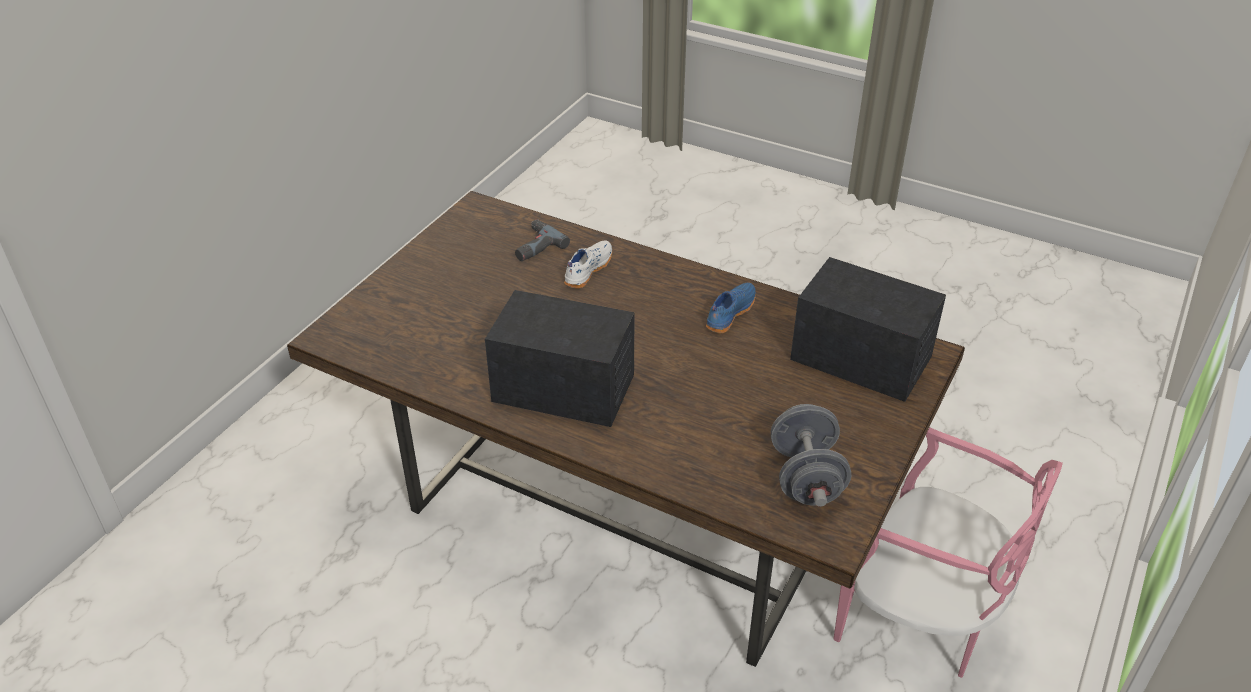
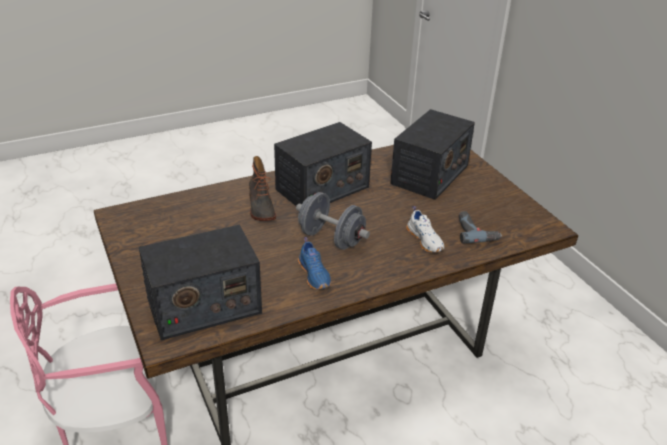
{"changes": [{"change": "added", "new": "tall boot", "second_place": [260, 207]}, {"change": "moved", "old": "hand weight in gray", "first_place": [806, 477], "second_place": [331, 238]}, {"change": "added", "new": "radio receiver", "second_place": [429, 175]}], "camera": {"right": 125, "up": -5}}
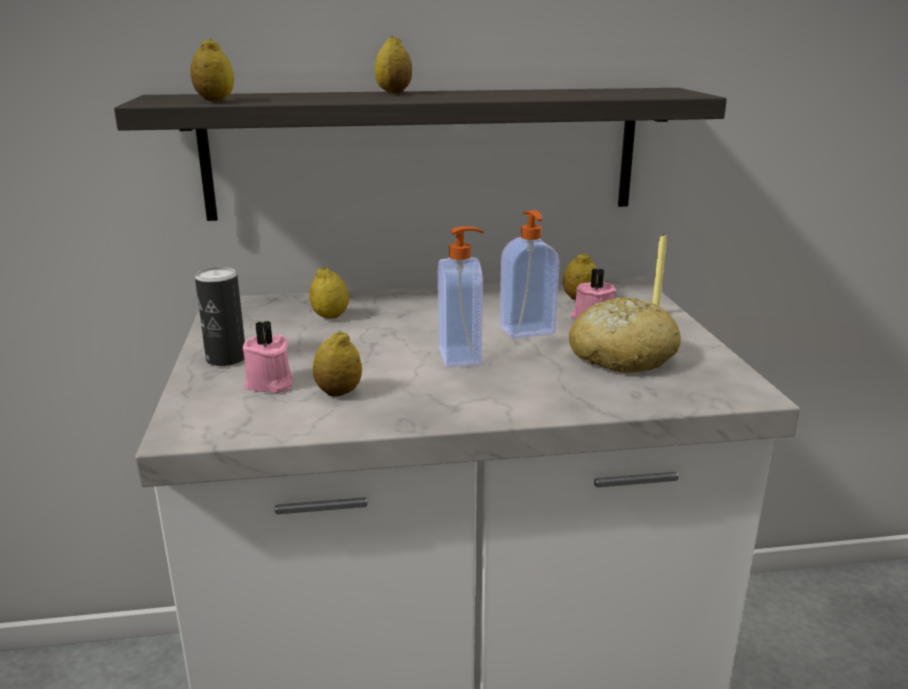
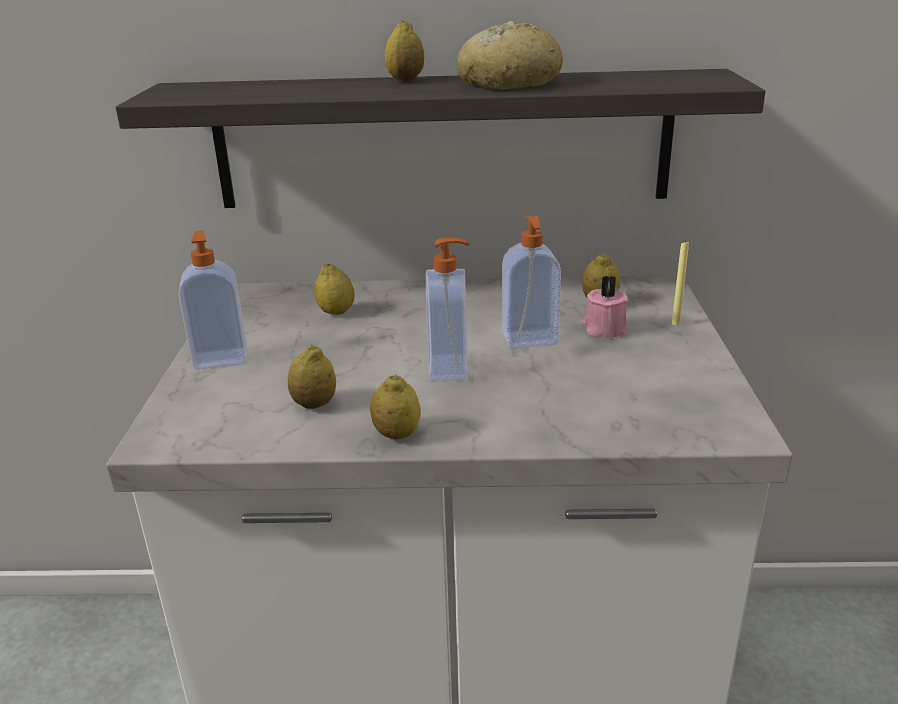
{"changes": [{"change": "replaced", "old": "can", "new": "soap bottle", "first_place": [226, 359], "second_place": [221, 358]}, {"change": "moved", "old": "citrus fruit", "first_place": [215, 100], "second_place": [397, 434]}, {"change": "moved", "old": "baked bread", "first_place": [621, 356], "second_place": [508, 83]}, {"change": "removed", "old": "candle in pink", "first_place": [269, 384]}], "camera": {"right": 10, "up": 5}}
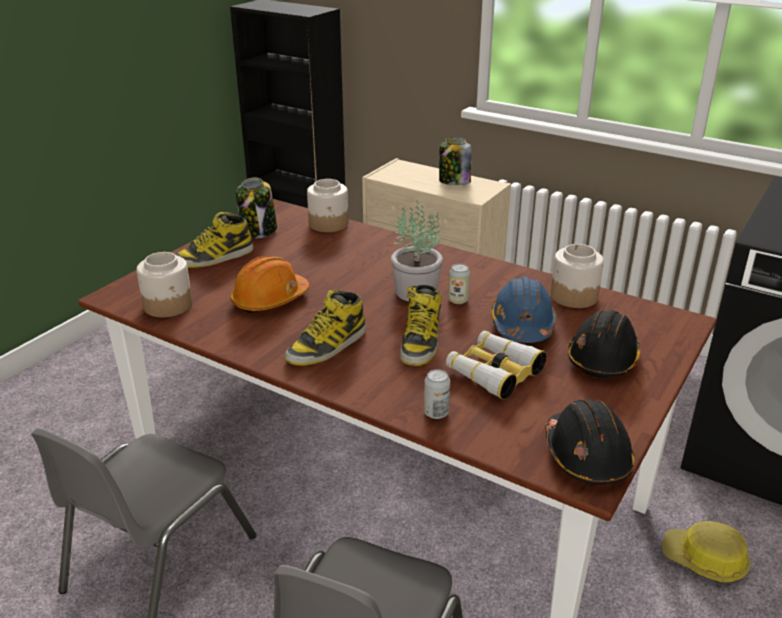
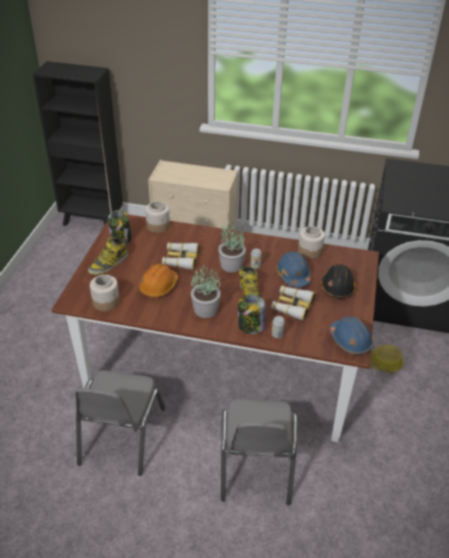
{"changes": [{"change": "added", "new": "field glasses", "second_place": [181, 259]}, {"change": "replaced", "old": "tall boot", "new": "potted plant", "first_place": [327, 346], "second_place": [206, 309]}, {"change": "moved", "old": "preserve jar", "first_place": [454, 181], "second_place": [251, 326]}, {"change": "recoloured", "old": "work helmet in black", "new": "work helmet in blue", "first_place": [586, 456], "second_place": [350, 341]}], "camera": {"right": -20, "up": 10}}
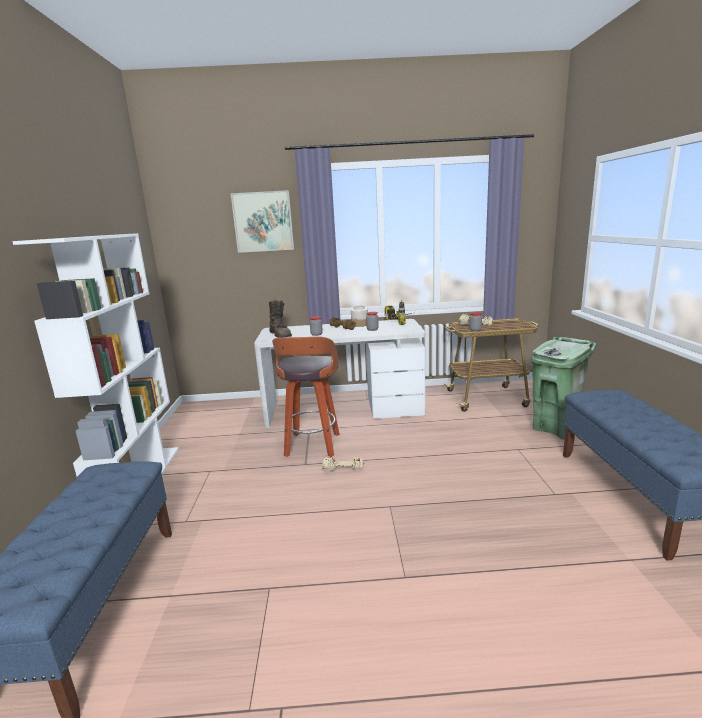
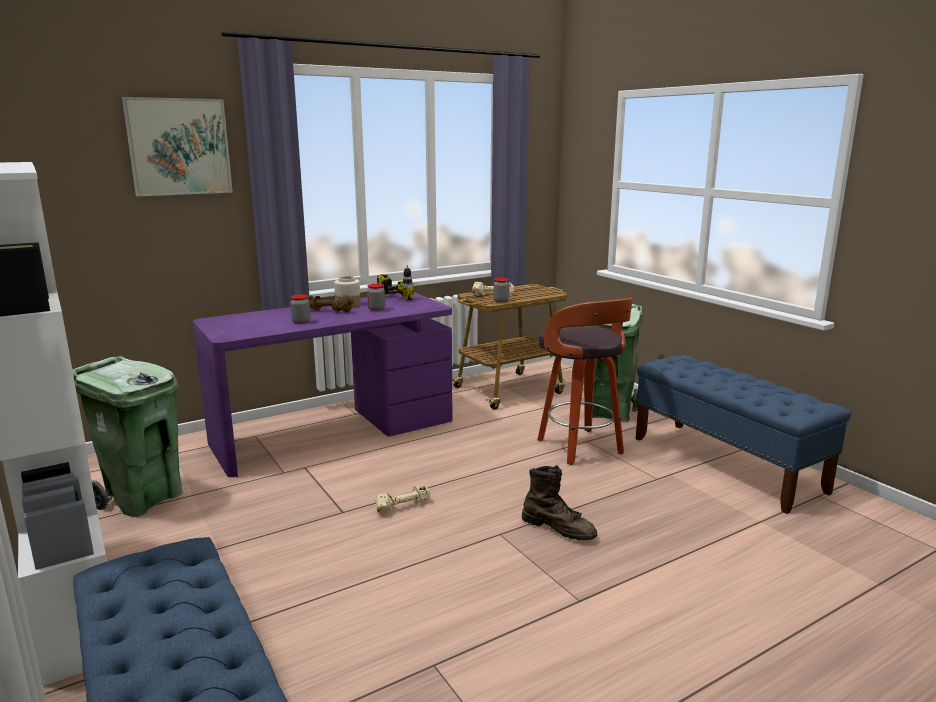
{"changes": [{"change": "added", "new": "trash can in green-coloured", "second_place": [142, 498]}, {"change": "recoloured", "old": "desk in white", "new": "desk in purple-coloured", "first_place": [344, 409], "second_place": [334, 432]}, {"change": "moved", "old": "tall boot in brown", "first_place": [280, 335], "second_place": [559, 528]}, {"change": "moved", "old": "stool", "first_place": [312, 446], "second_place": [581, 448]}], "camera": {"right": -30, "up": 0}}
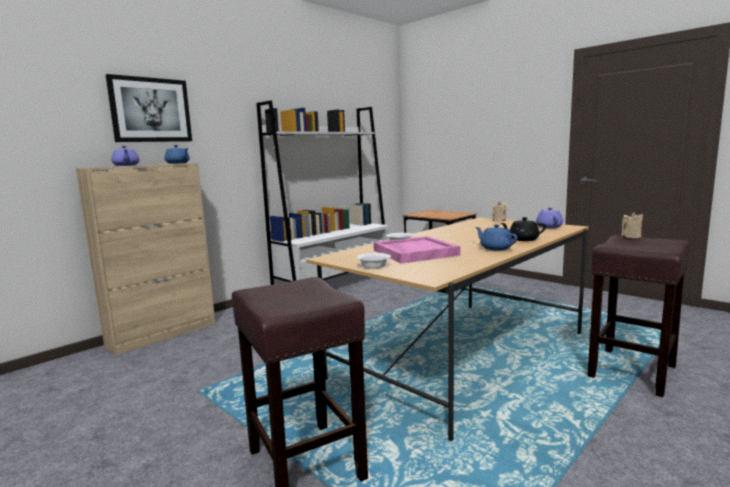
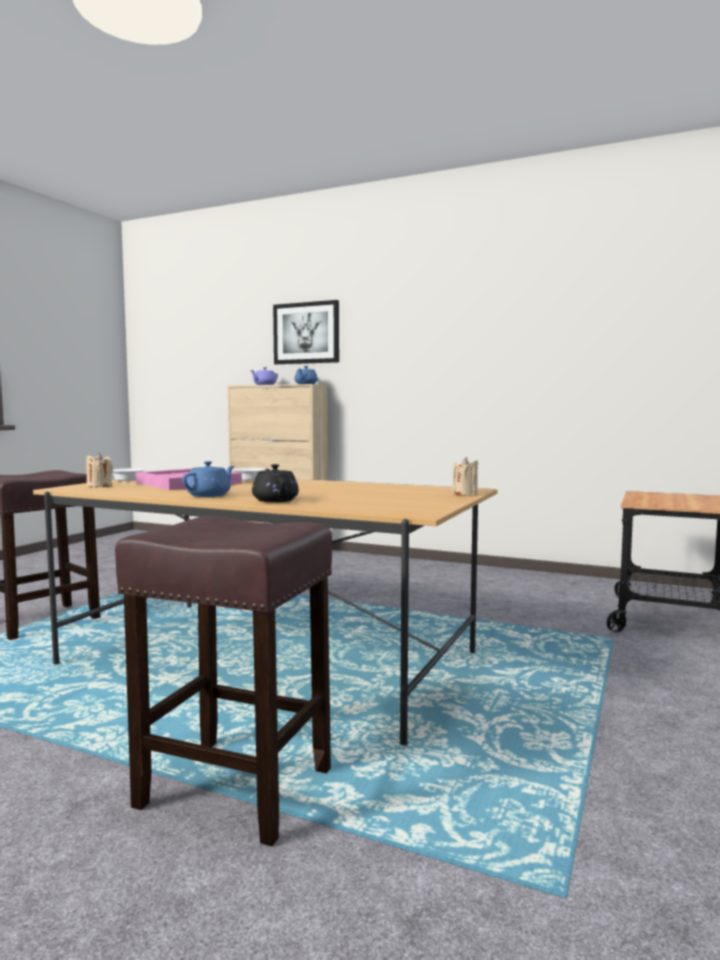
{"changes": [{"change": "moved", "old": "candle in beige", "first_place": [631, 237], "second_place": [99, 486]}, {"change": "removed", "old": "bookcase in white", "first_place": [335, 285]}, {"change": "removed", "old": "tea pot in purple-coloured", "first_place": [548, 226]}], "camera": {"right": 70, "up": -5}}
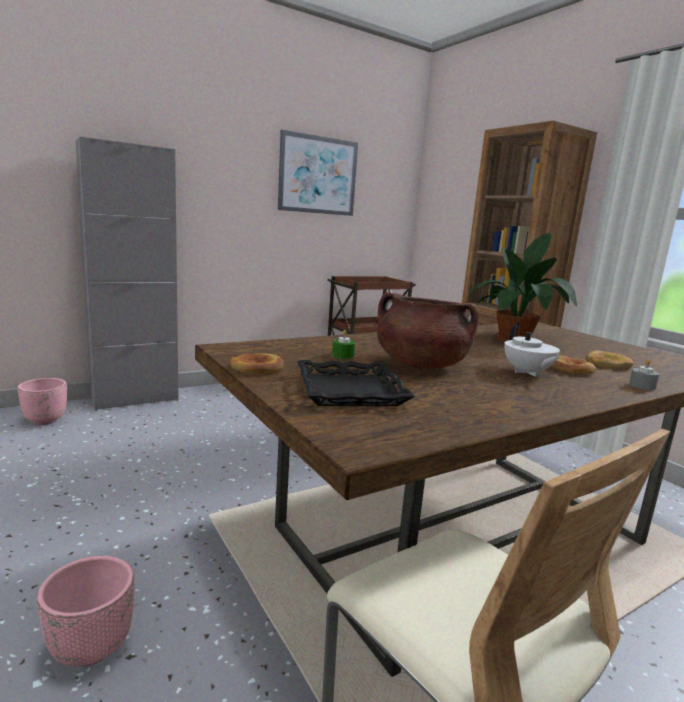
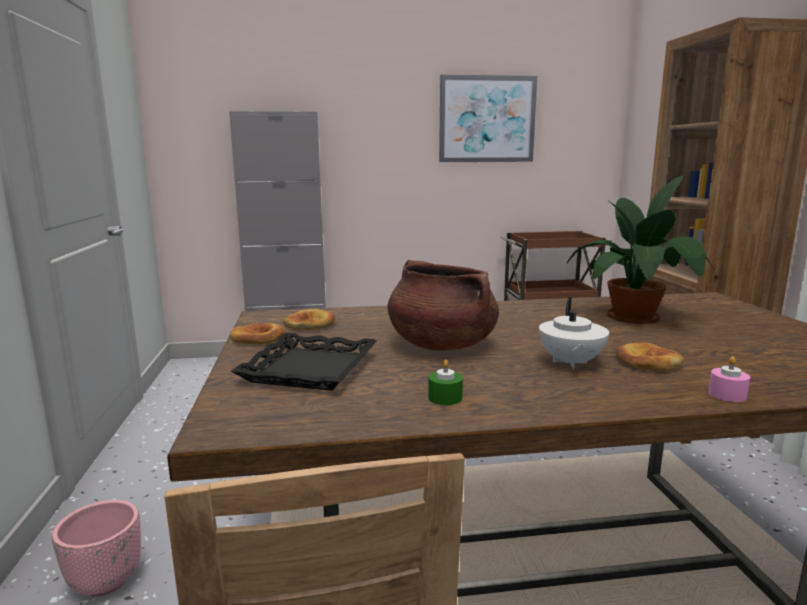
{"changes": [{"change": "moved", "old": "baked bread", "first_place": [608, 363], "second_place": [310, 324]}, {"change": "moved", "old": "candle in green-coloured", "first_place": [342, 355], "second_place": [445, 398]}, {"change": "recoloured", "old": "candle in gray", "new": "candle in pink", "first_place": [642, 386], "second_place": [727, 394]}, {"change": "removed", "old": "flower pot in pink", "first_place": [45, 420]}], "camera": {"right": 25, "up": 0}}
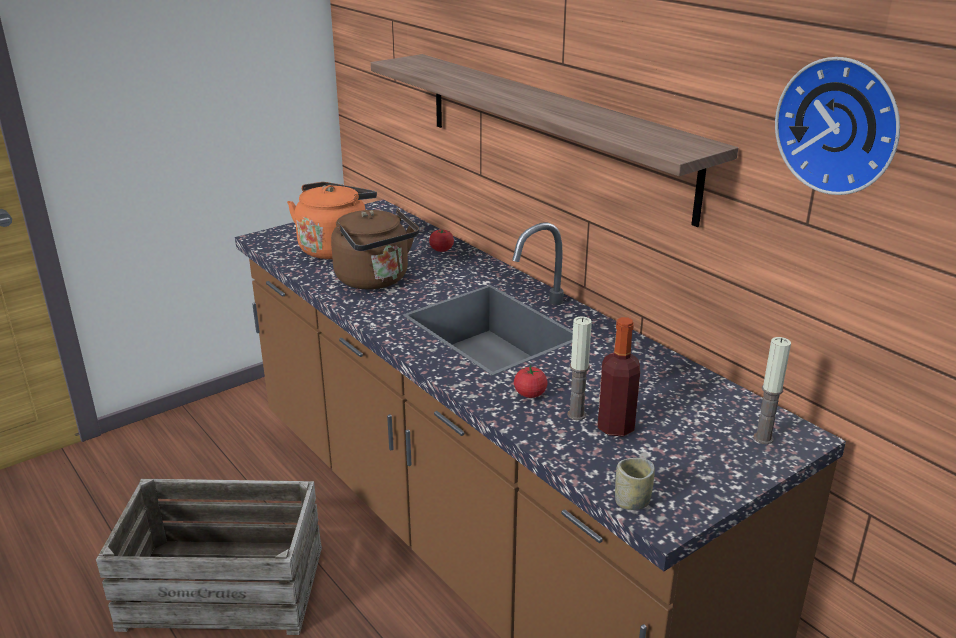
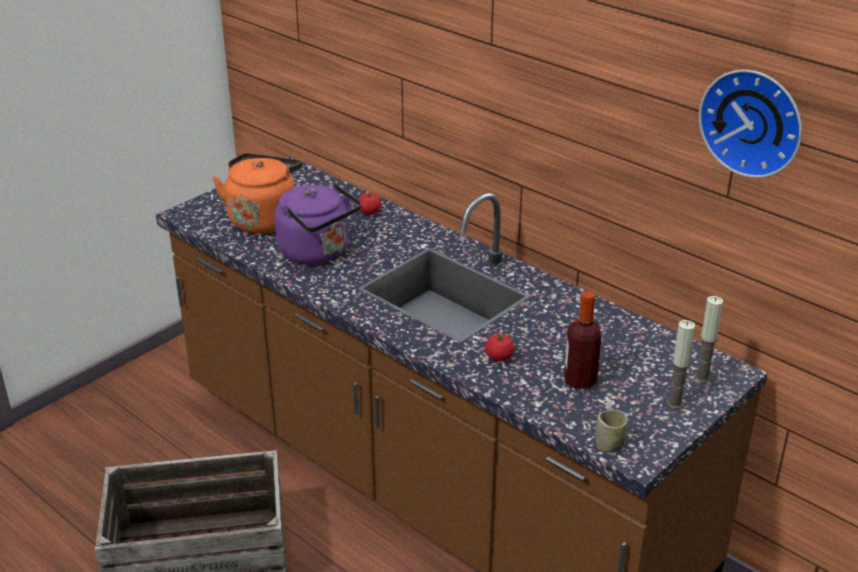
{"changes": [{"change": "recoloured", "old": "tea kettle in brown", "new": "tea kettle in purple-coloured", "first_place": [375, 280], "second_place": [318, 253]}, {"change": "moved", "old": "candle", "first_place": [576, 415], "second_place": [674, 403]}, {"change": "removed", "old": "wall shelf", "first_place": [550, 131]}], "camera": {"right": -10, "up": 5}}
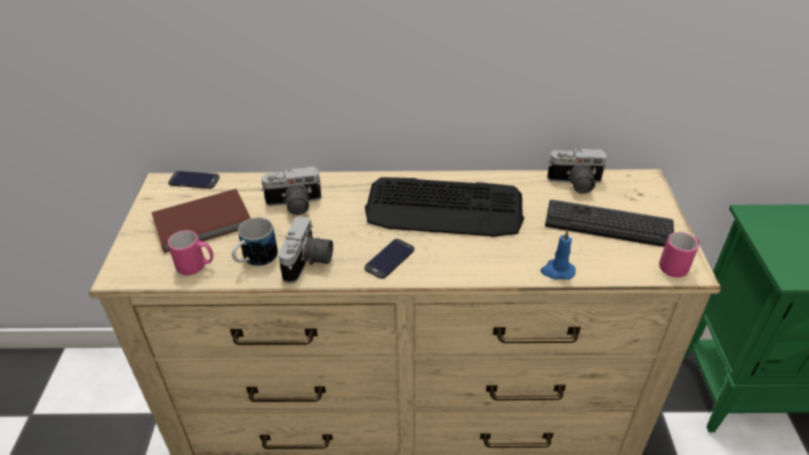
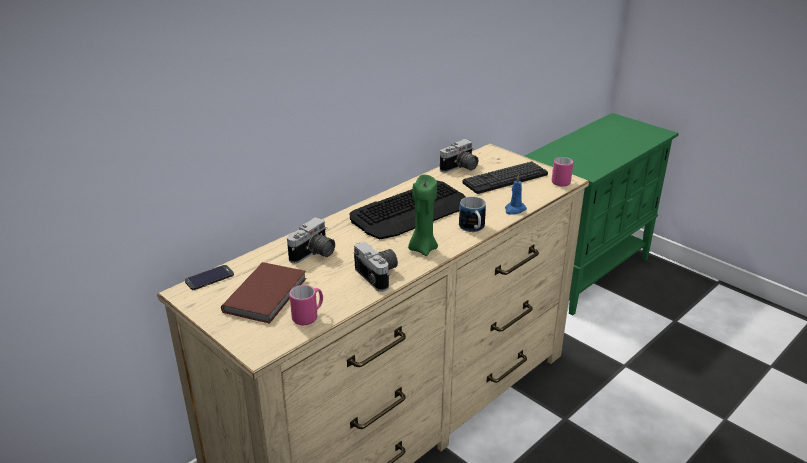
{"changes": [{"change": "replaced", "old": "handset", "new": "candle in green-coloured", "first_place": [389, 259], "second_place": [422, 249]}, {"change": "moved", "old": "tea mug", "first_place": [255, 259], "second_place": [473, 229]}], "camera": {"right": -45, "up": -10}}
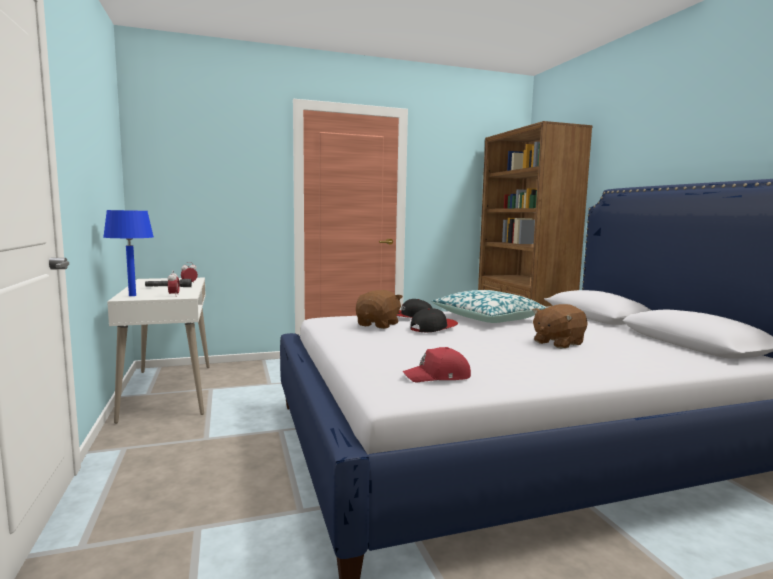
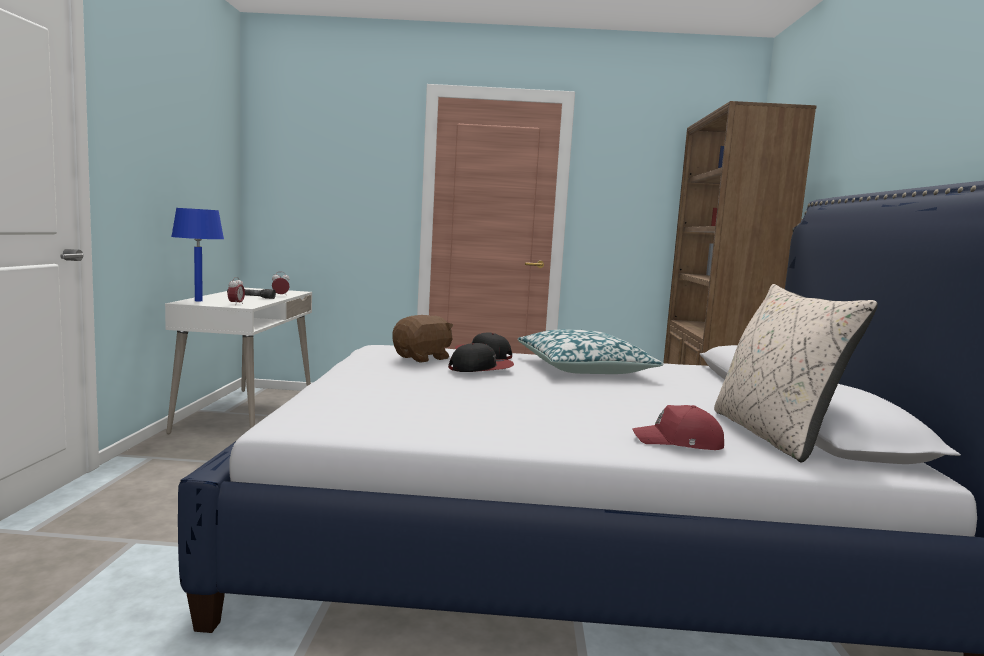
{"changes": [{"change": "moved", "old": "peaked cap in reddish", "first_place": [438, 377], "second_place": [679, 442]}, {"change": "added", "new": "cushion in beige", "second_place": [773, 435]}, {"change": "removed", "old": "plush toy in brown", "first_place": [557, 343]}], "camera": {"right": 20, "up": 0}}
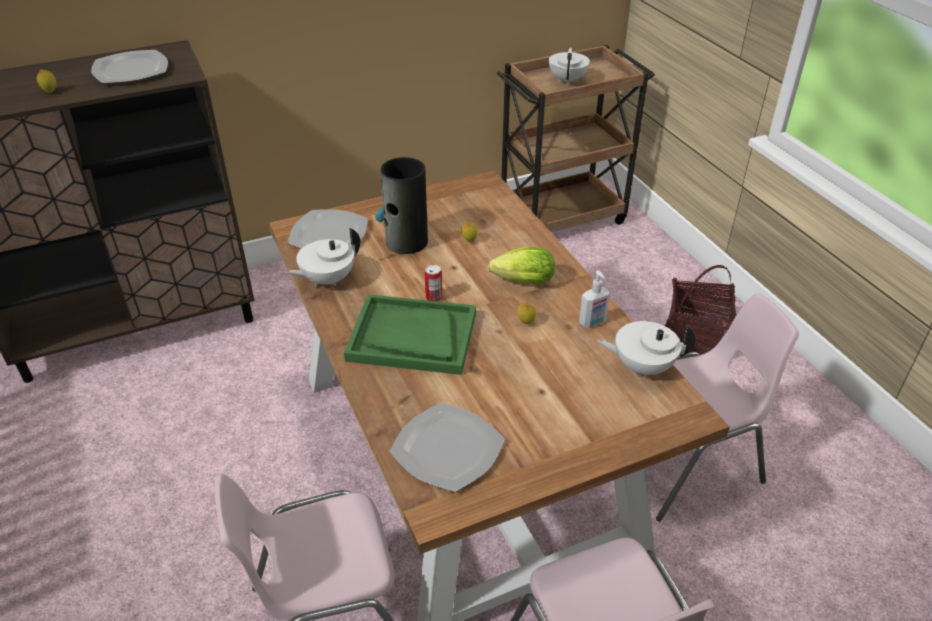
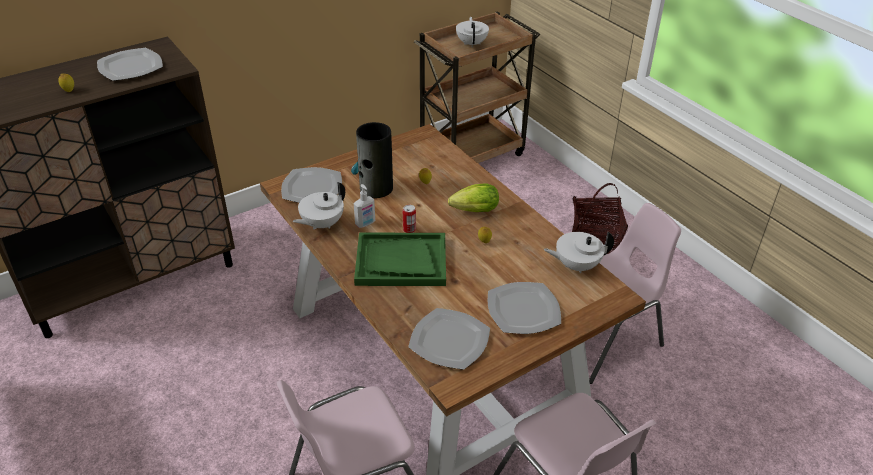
{"changes": [{"change": "moved", "old": "soap bottle", "first_place": [592, 323], "second_place": [365, 223]}, {"change": "added", "new": "flat dish", "second_place": [523, 310]}], "camera": {"right": -10, "up": 0}}
